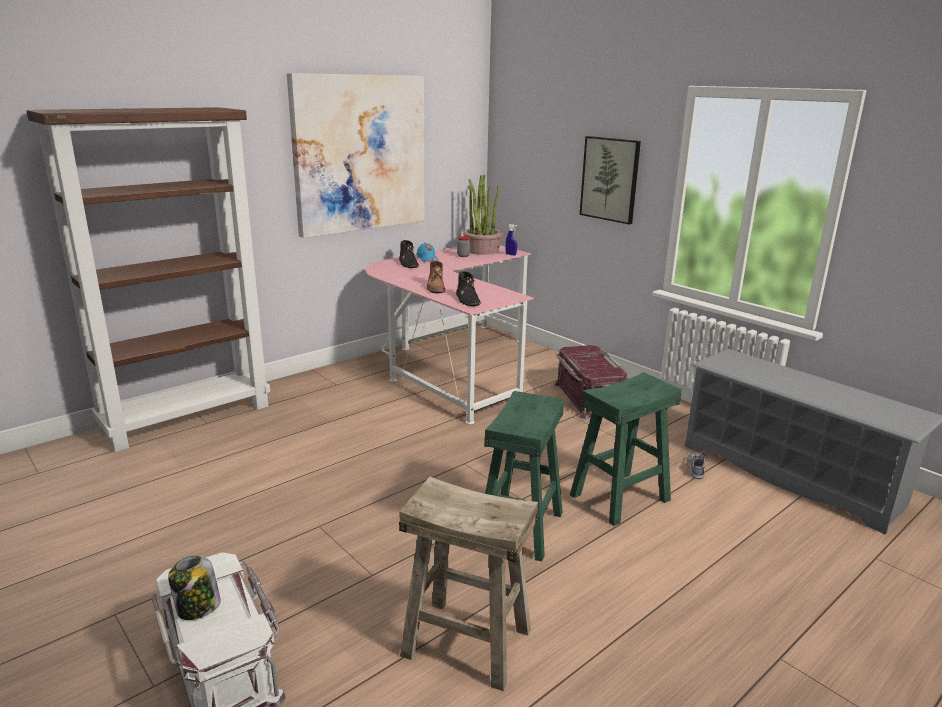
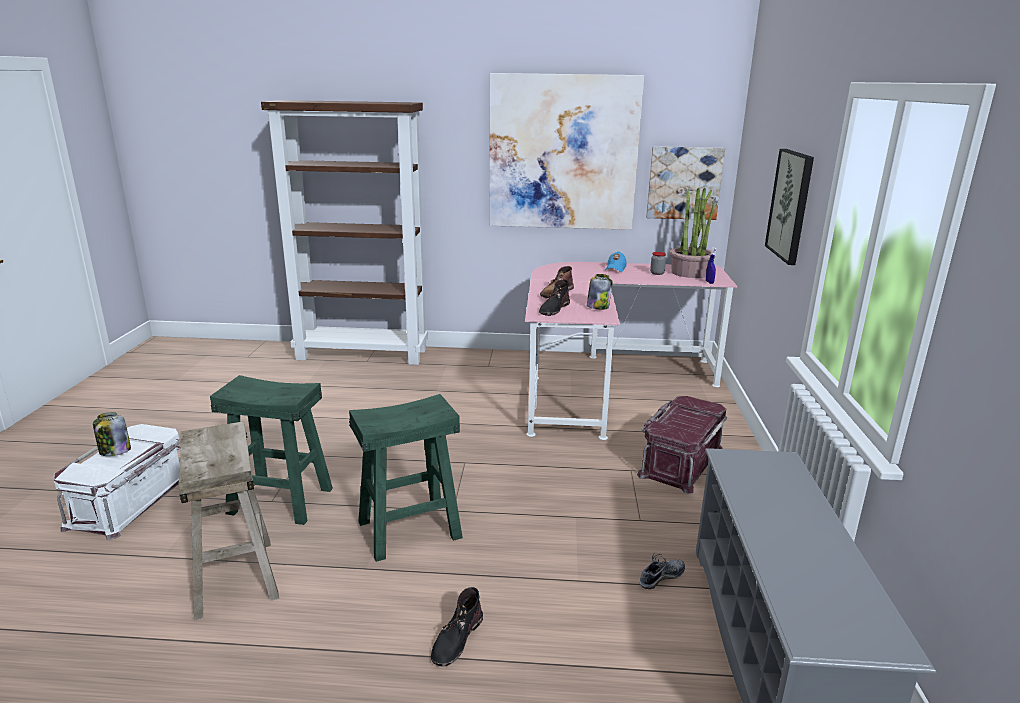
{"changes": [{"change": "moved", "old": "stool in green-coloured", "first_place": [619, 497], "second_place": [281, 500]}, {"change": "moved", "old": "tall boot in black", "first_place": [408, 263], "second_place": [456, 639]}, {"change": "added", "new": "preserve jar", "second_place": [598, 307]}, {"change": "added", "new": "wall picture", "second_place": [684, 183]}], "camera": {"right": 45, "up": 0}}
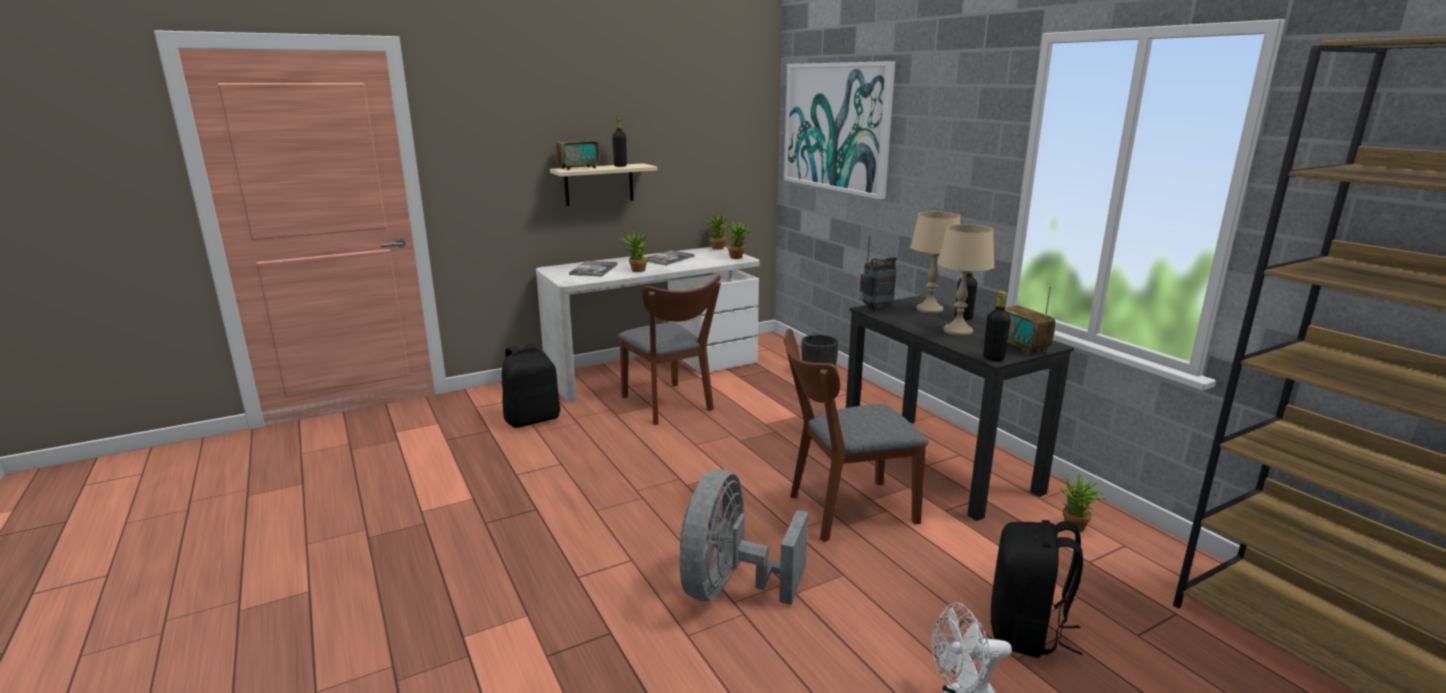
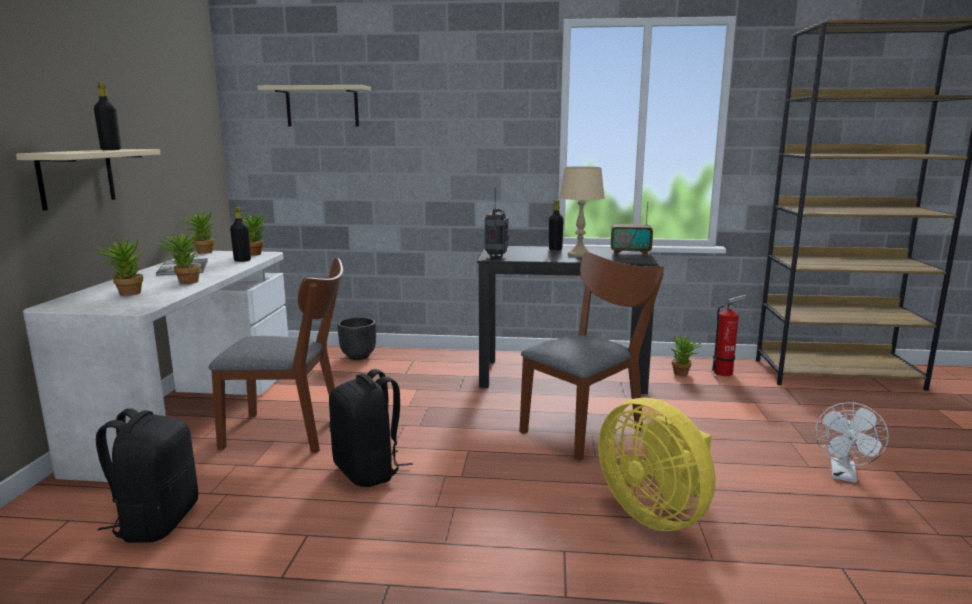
{"changes": [{"change": "replaced", "old": "volume", "new": "potted plant", "first_place": [594, 269], "second_place": [126, 293]}, {"change": "moved", "old": "drink bottle in black", "first_place": [993, 358], "second_place": [242, 260]}, {"change": "replaced", "old": "wall picture", "new": "wall shelf in beige", "first_place": [836, 127], "second_place": [322, 107]}, {"change": "moved", "old": "backpack in black", "first_place": [1026, 632], "second_place": [368, 471]}, {"change": "turned", "old": "upright chair in brown", "first_place": [843, 510], "second_place": [587, 428], "degrees": -150}, {"change": "recoloured", "old": "cooling fan in gray", "new": "cooling fan in yellowish", "first_place": [730, 588], "second_place": [656, 513]}, {"change": "added", "new": "fire-fighting cylinder", "second_place": [725, 372]}, {"change": "removed", "old": "radio receiver", "first_place": [578, 168]}, {"change": "removed", "old": "lamp for a table in beige", "first_place": [929, 310]}], "camera": {"right": -55, "up": -5}}
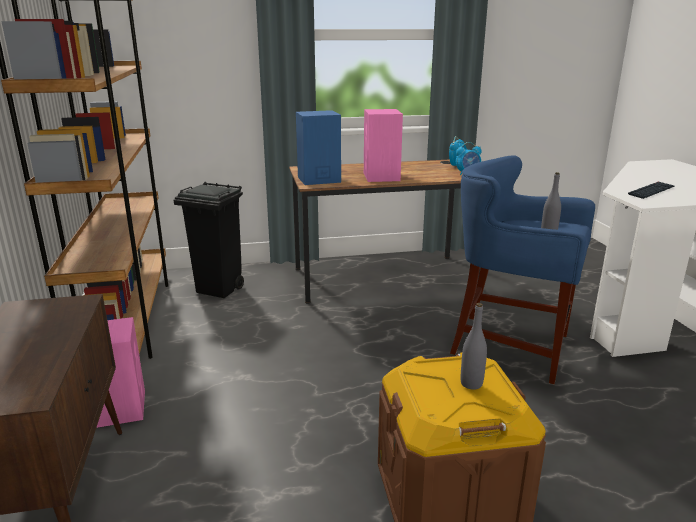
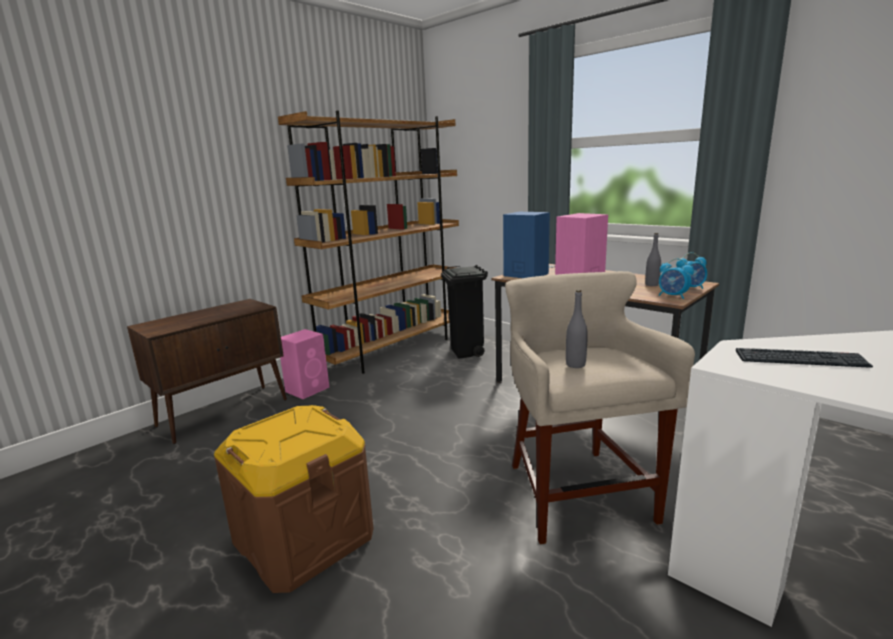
{"changes": [{"change": "recoloured", "old": "stool in blue", "new": "stool in beige", "first_place": [511, 346], "second_place": [577, 494]}, {"change": "moved", "old": "drink bottle in gray", "first_place": [471, 383], "second_place": [652, 285]}], "camera": {"right": 55, "up": -5}}
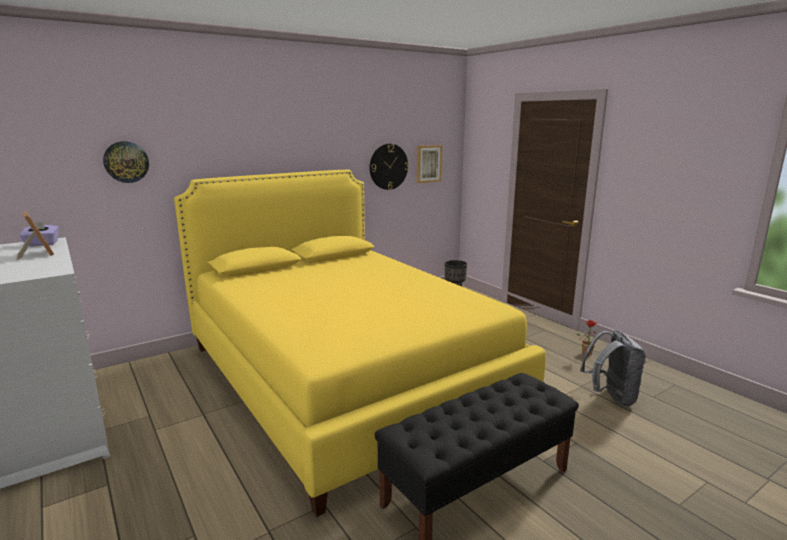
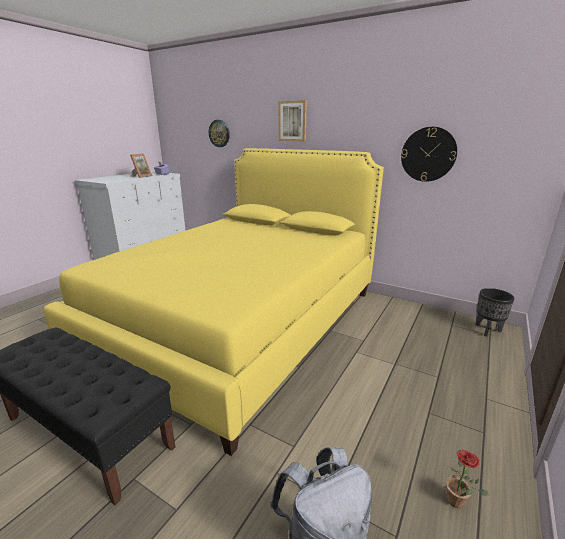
{"changes": [{"change": "moved", "old": "wall picture", "first_place": [428, 163], "second_place": [292, 121]}], "camera": {"right": 65, "up": 5}}
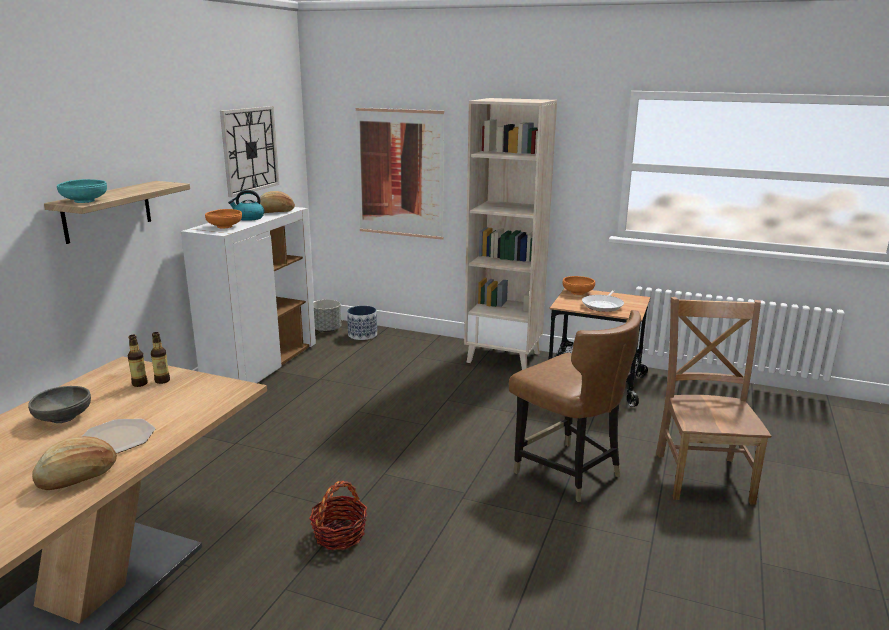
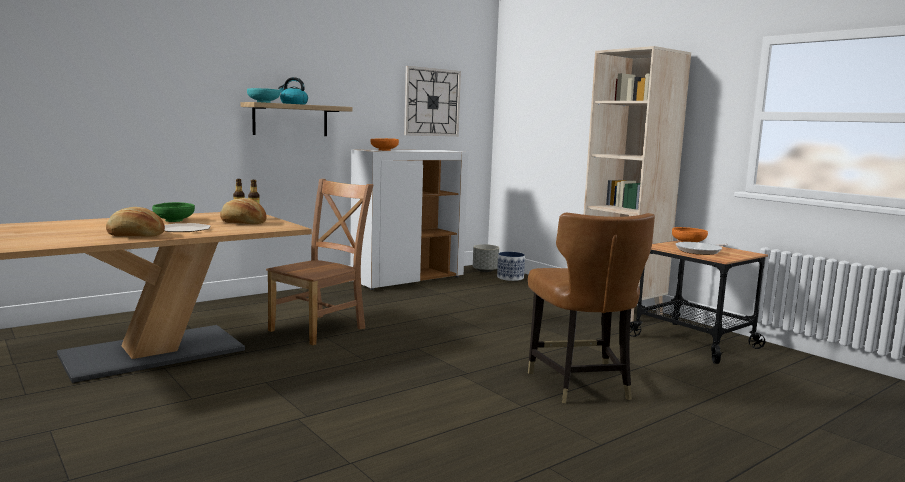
{"changes": [{"change": "recoloured", "old": "serving bowl in gray", "new": "serving bowl in green-coloured", "first_place": [63, 417], "second_place": [174, 220]}, {"change": "moved", "old": "baked bread", "first_place": [275, 211], "second_place": [243, 223]}, {"change": "moved", "old": "upright chair in brown", "first_place": [703, 474], "second_place": [320, 328]}, {"change": "moved", "old": "tea kettle", "first_place": [248, 218], "second_place": [293, 104]}, {"change": "removed", "old": "basket", "first_place": [339, 534]}, {"change": "removed", "old": "wall picture", "first_place": [400, 173]}], "camera": {"right": 30, "up": -10}}
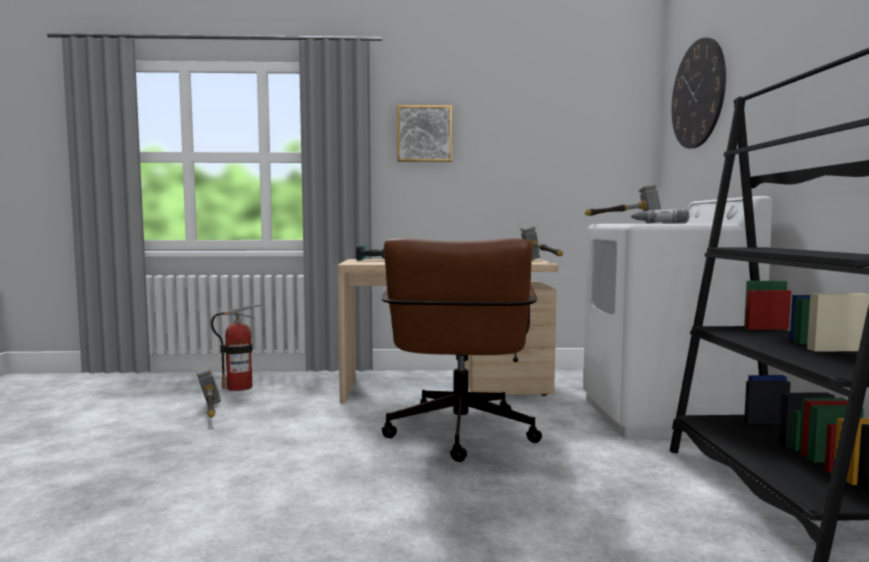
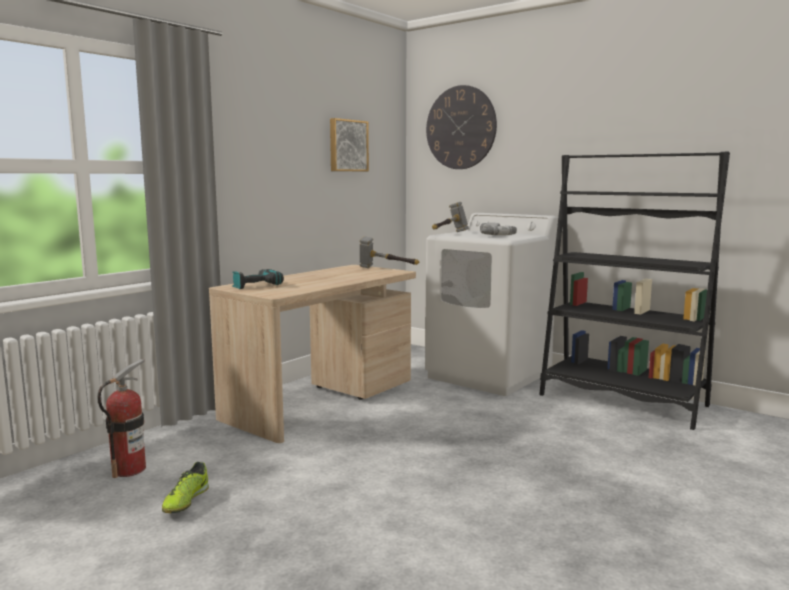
{"changes": [{"change": "replaced", "old": "tool hammer", "new": "item of footwear", "first_place": [210, 412], "second_place": [185, 501]}, {"change": "moved", "old": "wall picture", "first_place": [424, 134], "second_place": [347, 145]}, {"change": "removed", "old": "office chair in brown", "first_place": [459, 437]}], "camera": {"right": -50, "up": 5}}
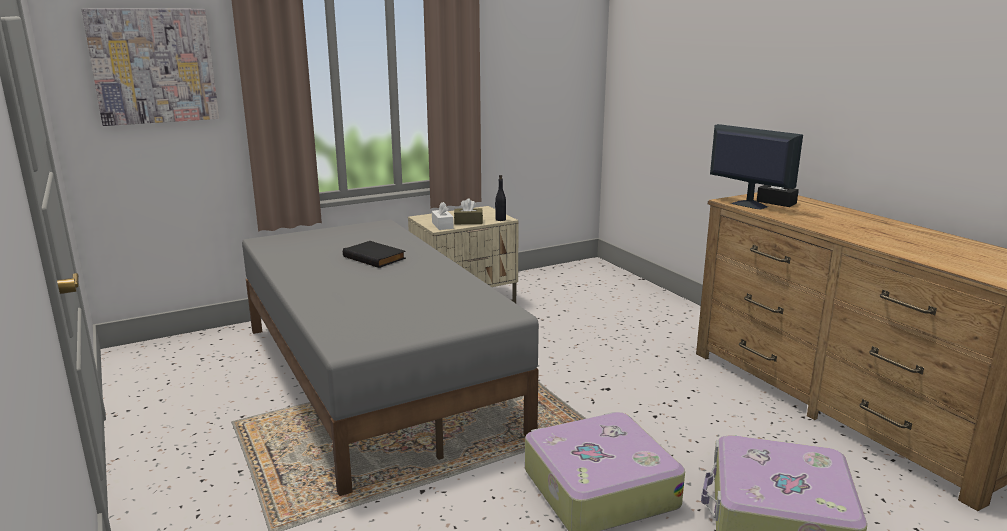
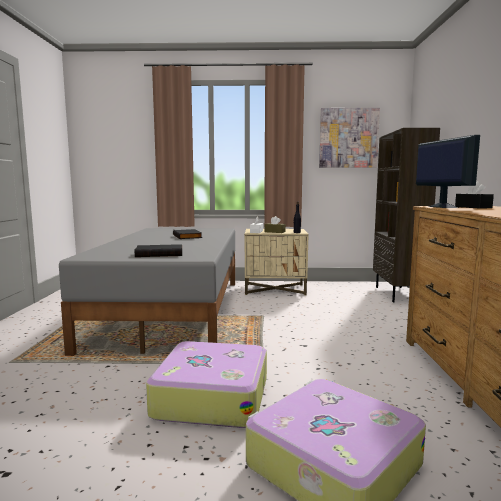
{"changes": [{"change": "added", "new": "volume in black", "second_place": [160, 253]}, {"change": "moved", "old": "wall picture", "first_place": [153, 66], "second_place": [348, 138]}, {"change": "added", "new": "bookcase in brown", "second_place": [398, 294]}], "camera": {"right": 30, "up": -10}}
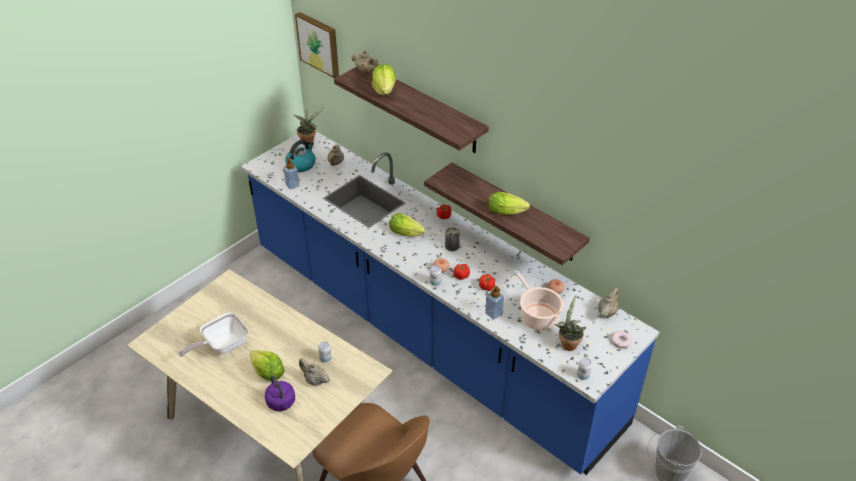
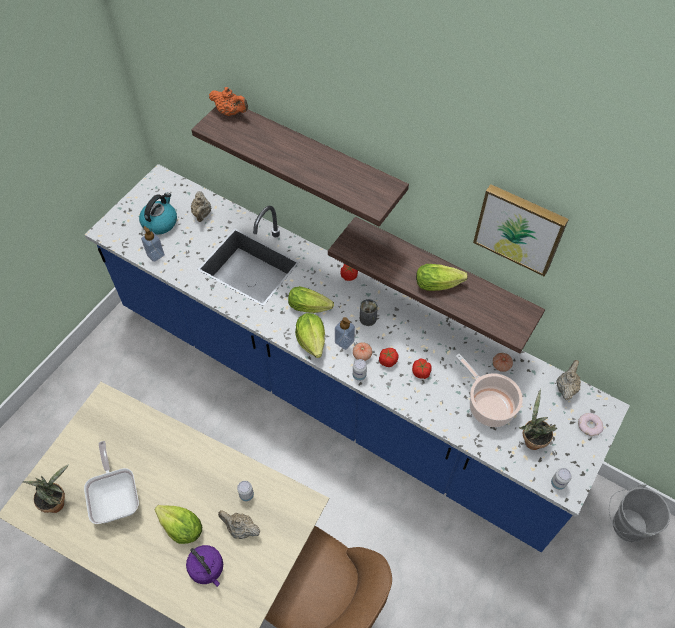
{"changes": [{"change": "moved", "old": "potted plant", "first_place": [308, 141], "second_place": [57, 501]}, {"change": "turned", "old": "pan", "first_place": [222, 346], "second_place": [117, 497], "degrees": 120}, {"change": "recoloured", "old": "tea pot in beige", "new": "tea pot in orange-coloured", "first_place": [365, 71], "second_place": [230, 112]}, {"change": "moved", "old": "lettuce", "first_place": [384, 90], "second_place": [311, 341]}, {"change": "moved", "old": "soap bottle", "first_place": [493, 313], "second_place": [344, 341]}, {"change": "moved", "old": "wall picture", "first_place": [319, 44], "second_place": [520, 228]}], "camera": {"right": -10, "up": 15}}
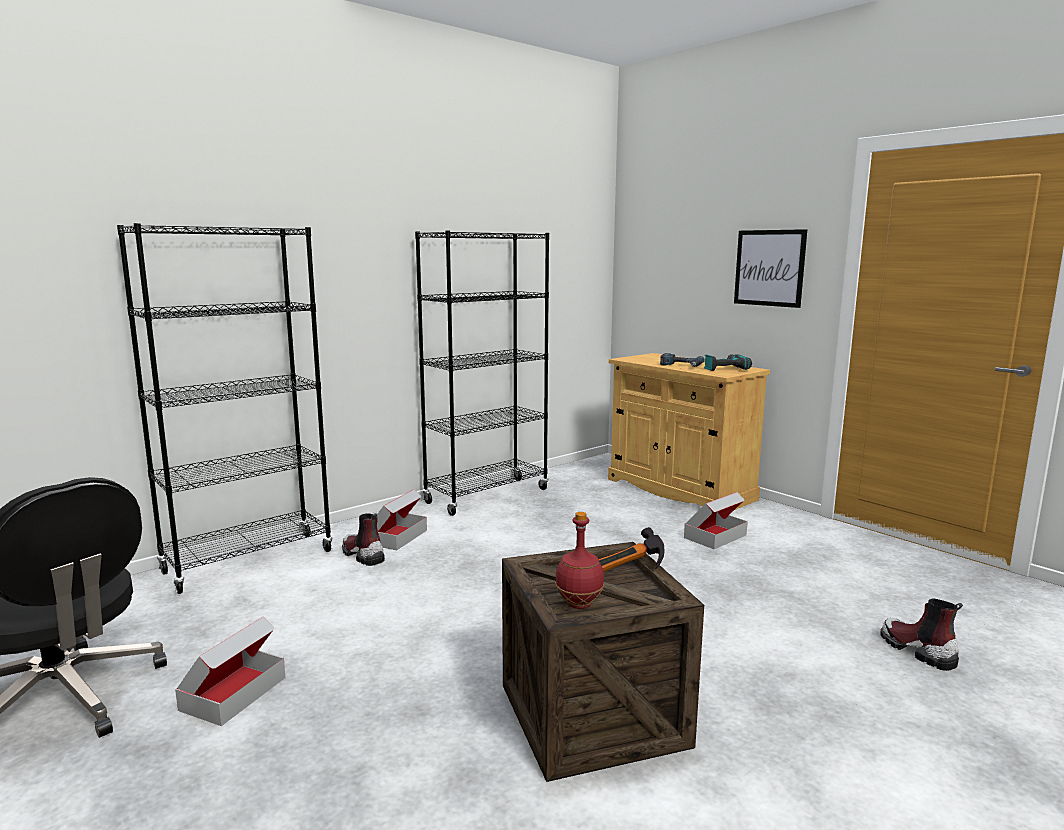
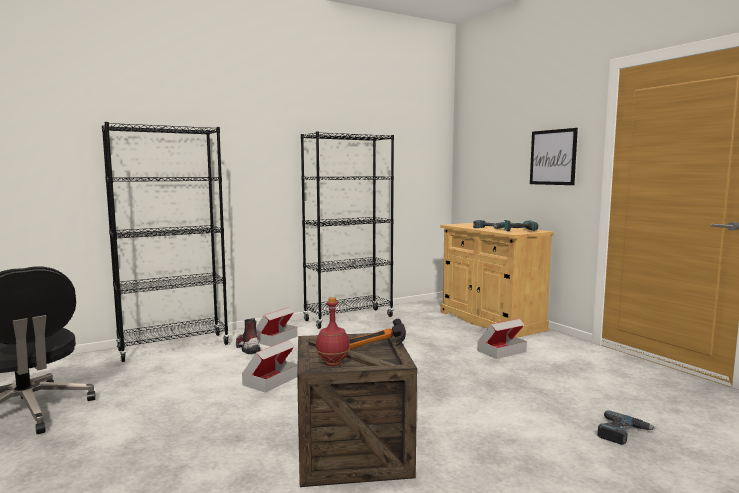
{"changes": [{"change": "moved", "old": "packing box", "first_place": [233, 693], "second_place": [271, 380]}, {"change": "replaced", "old": "tall boot", "new": "electric drill", "first_place": [917, 650], "second_place": [623, 433]}], "camera": {"right": 10, "up": -5}}
